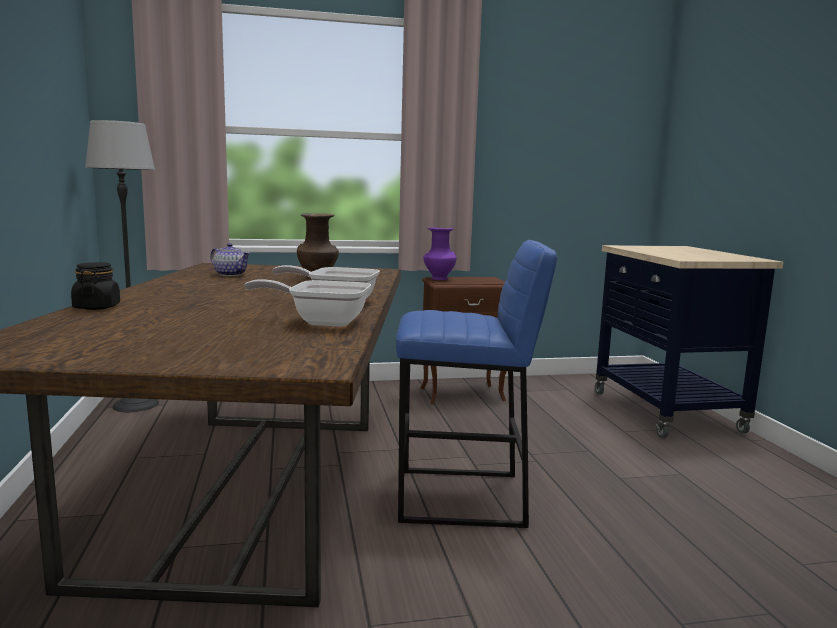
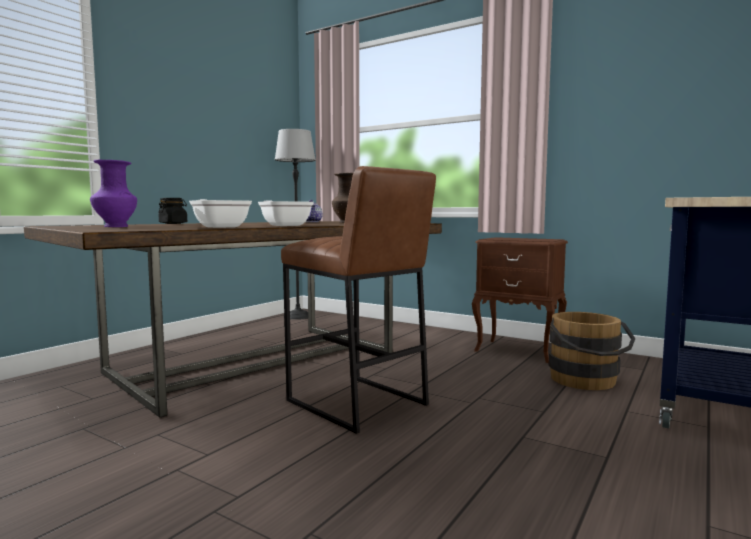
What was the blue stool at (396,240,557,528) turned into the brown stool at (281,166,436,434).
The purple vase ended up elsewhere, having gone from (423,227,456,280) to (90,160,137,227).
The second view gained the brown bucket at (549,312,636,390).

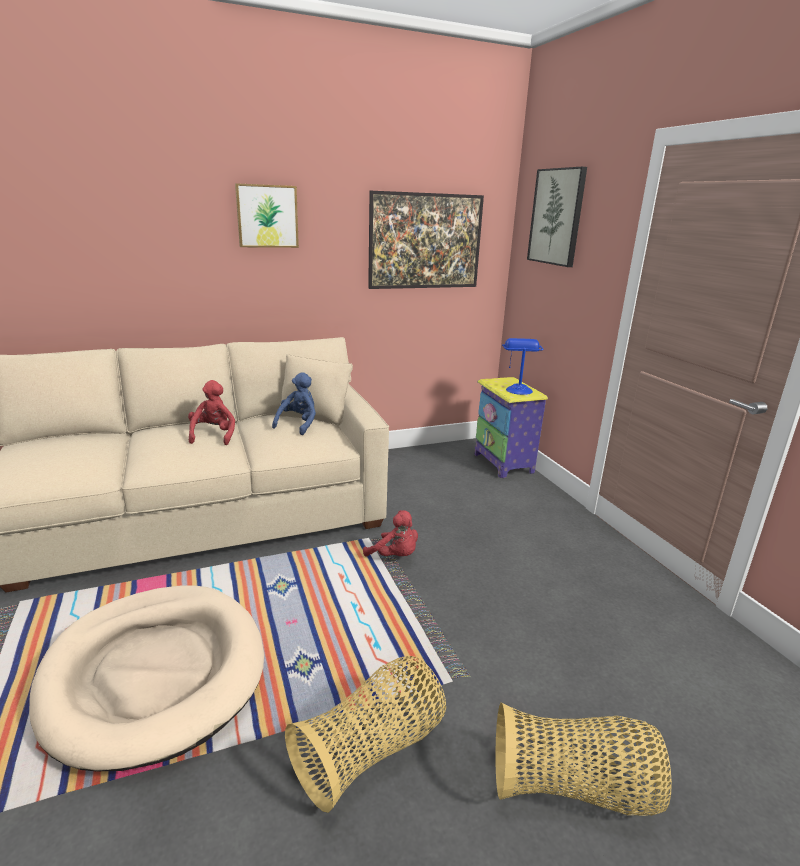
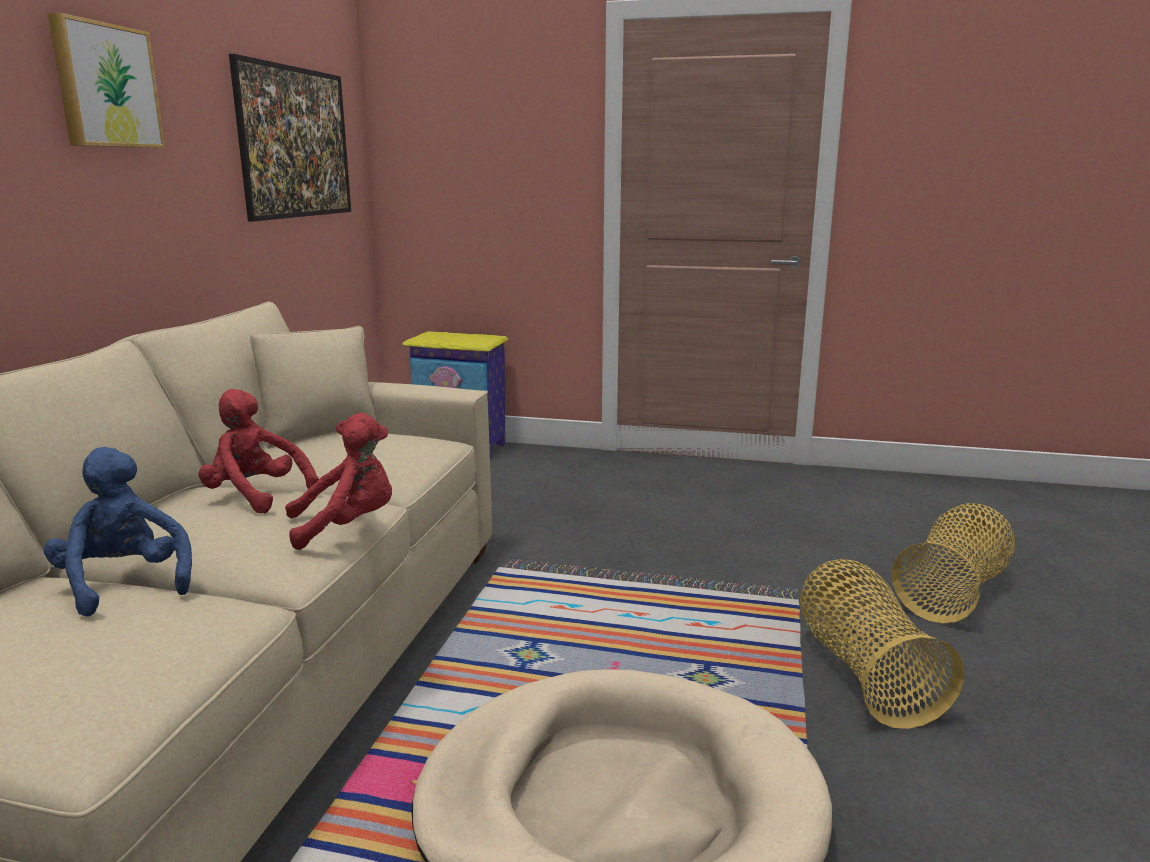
The blue plush toy ended up elsewhere, having gone from (272,372,316,435) to (44,447,192,617).
The red plush toy ended up elsewhere, having gone from (363,510,418,557) to (285,413,392,550).
The second view lost the blue table lamp at (502,338,544,395).
The second view lost the picture at (527,167,587,267).

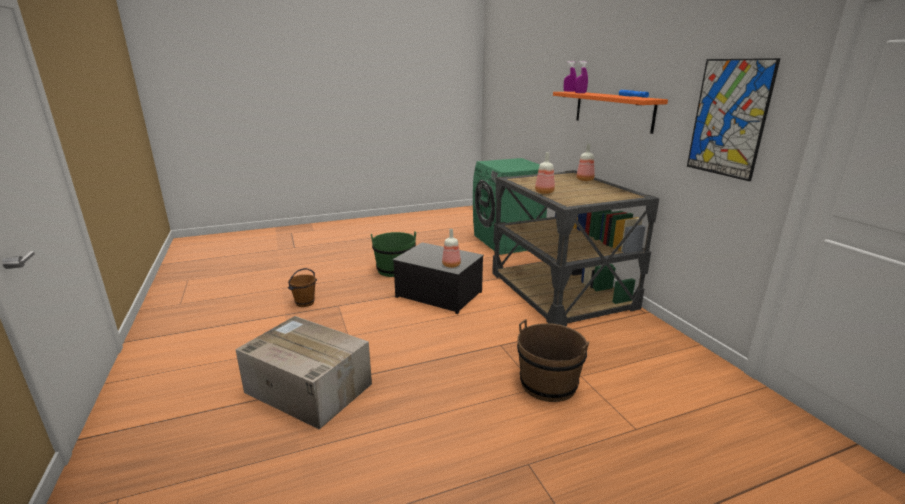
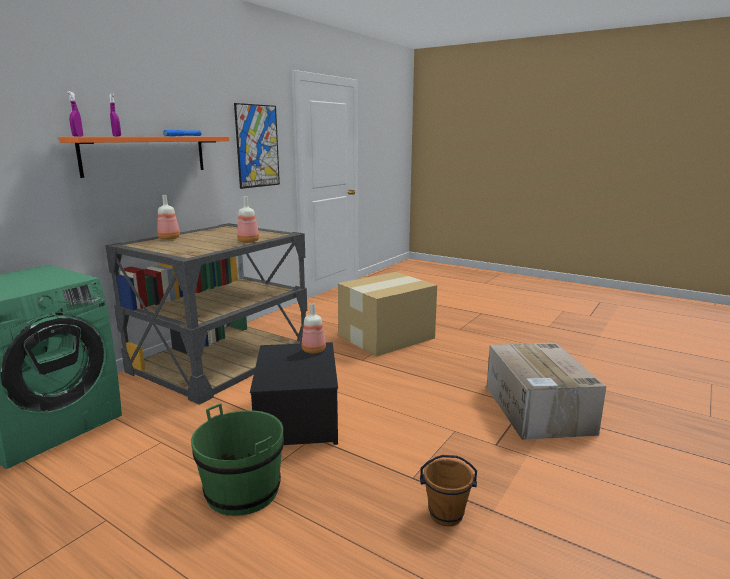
Where the brown bucket stood at (517,319,589,402), the cardboard box came to stand at (338,272,437,356).

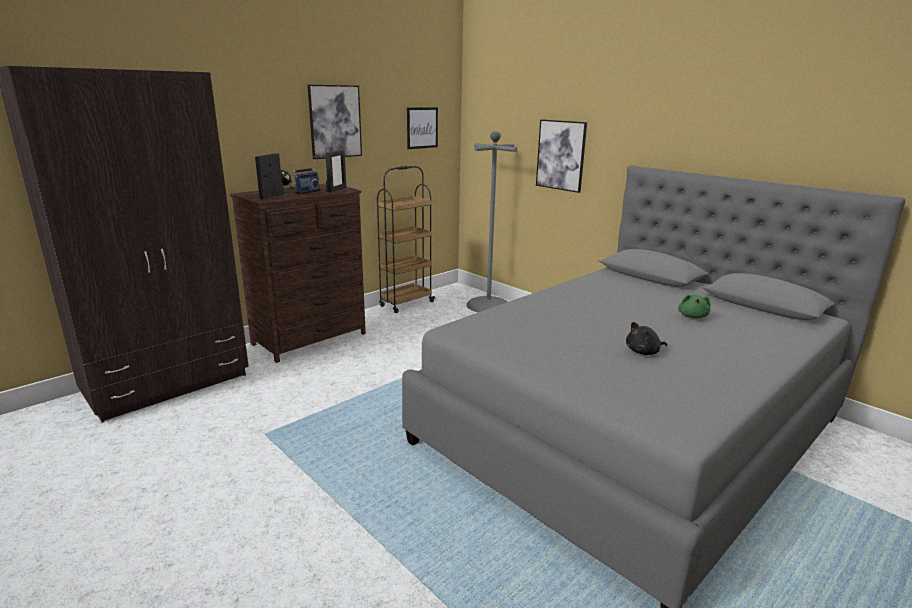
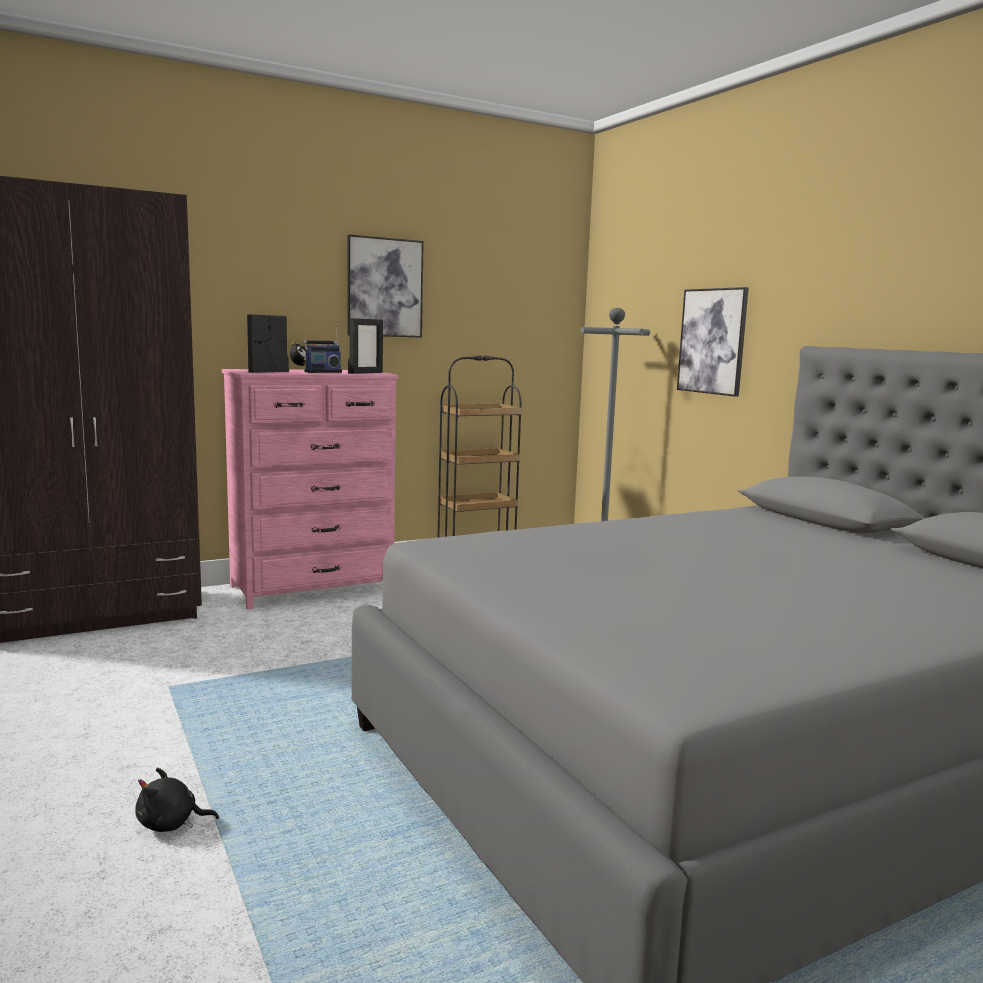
What was the brown dresser at (230,183,366,363) turned into the pink dresser at (222,369,398,610).
The second view lost the picture at (407,107,438,149).
The black plush toy ended up elsewhere, having gone from (626,322,667,355) to (135,768,219,832).
The second view lost the green plush toy at (678,294,710,319).

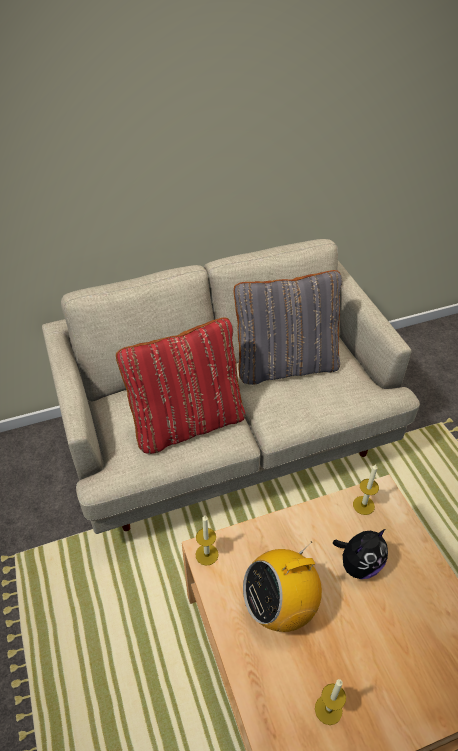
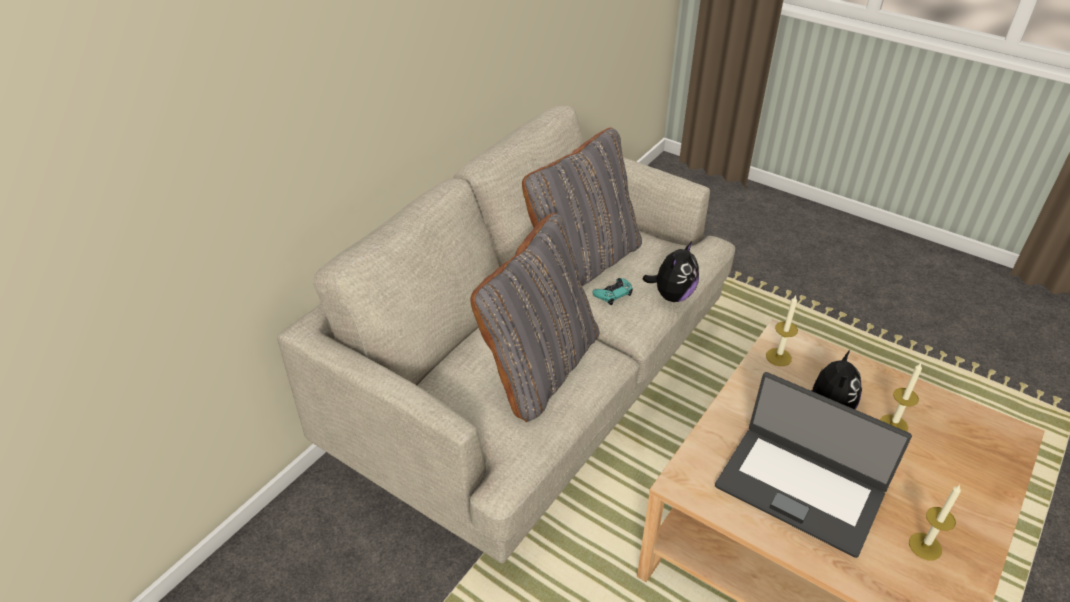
What was the red pillow at (116,317,245,454) turned into the grey pillow at (470,213,599,422).
The candle ended up elsewhere, having gone from (195,516,219,566) to (880,363,922,432).
Where the radio stood at (243,541,322,632), the laptop came to stand at (715,372,912,558).
The second view gained the turquoise game controller at (592,278,633,305).
The second view gained the plush toy at (643,241,699,302).

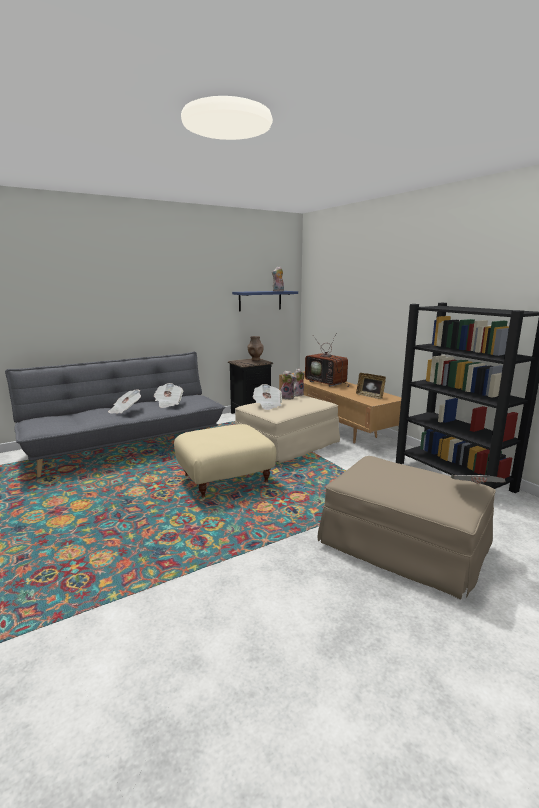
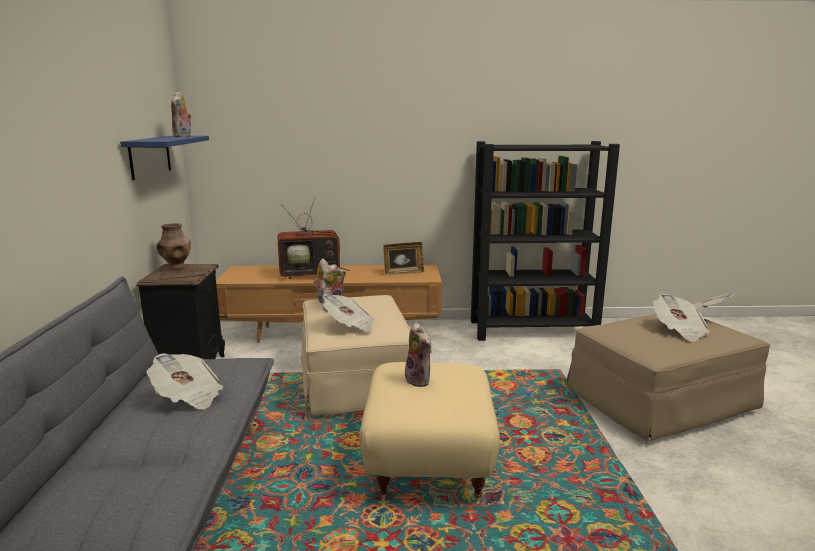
The newspaper ended up elsewhere, having gone from (108,389,141,414) to (653,293,710,342).
The second view gained the plush toy at (404,322,432,387).

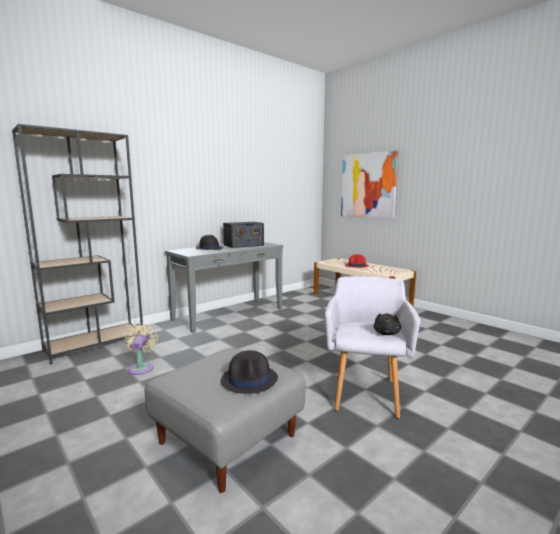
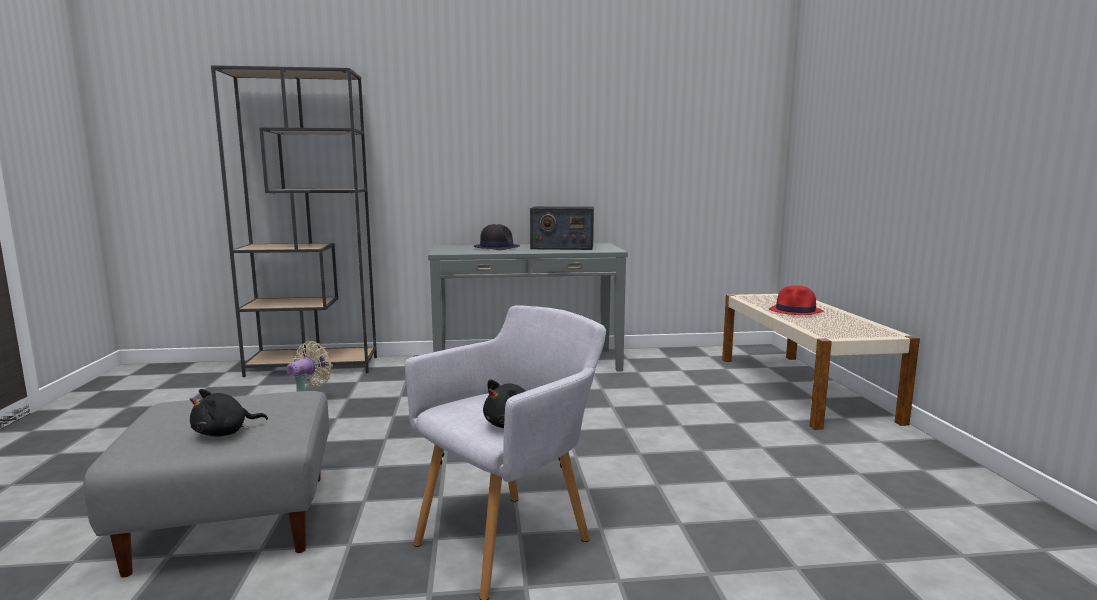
Where the black hat stood at (220,350,278,394), the black plush toy came to stand at (189,389,268,437).
The second view lost the picture at (341,150,398,219).

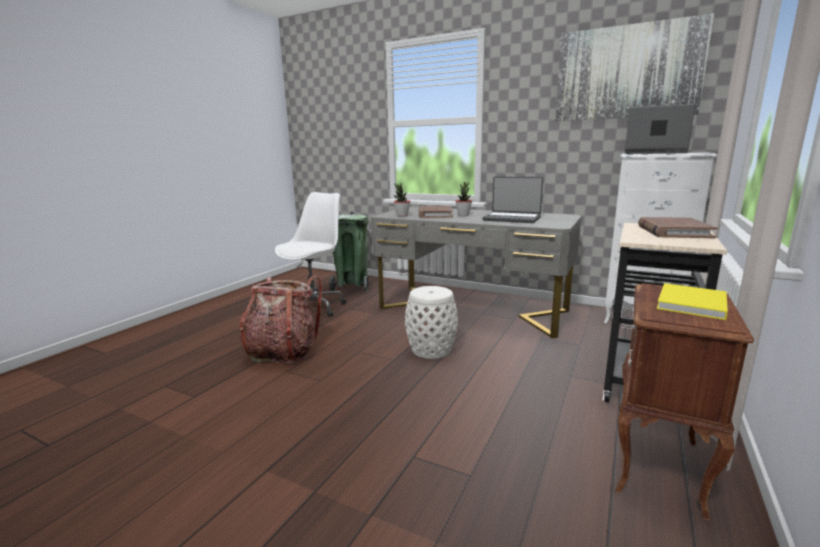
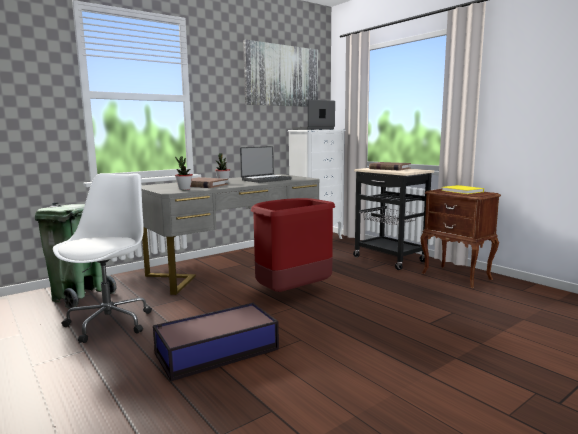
Where the backpack stood at (240,275,322,364), the storage box came to stand at (153,303,279,381).
The white office chair at (275,192,347,317) ended up facing another way, 45 degrees clockwise from before.
Where the white stool stood at (405,286,458,359), the red trash can came to stand at (251,198,335,292).

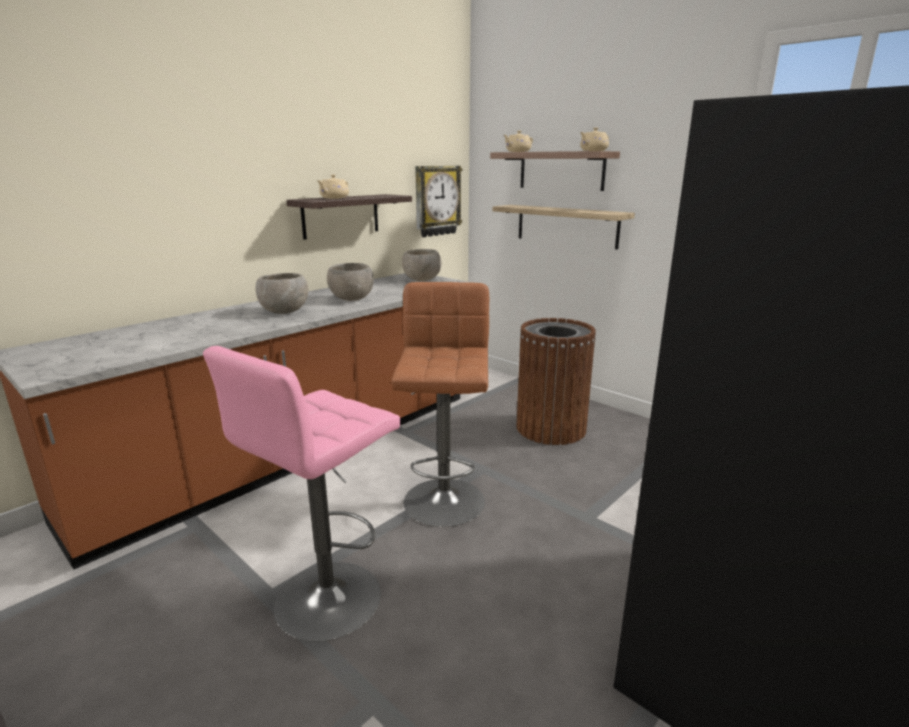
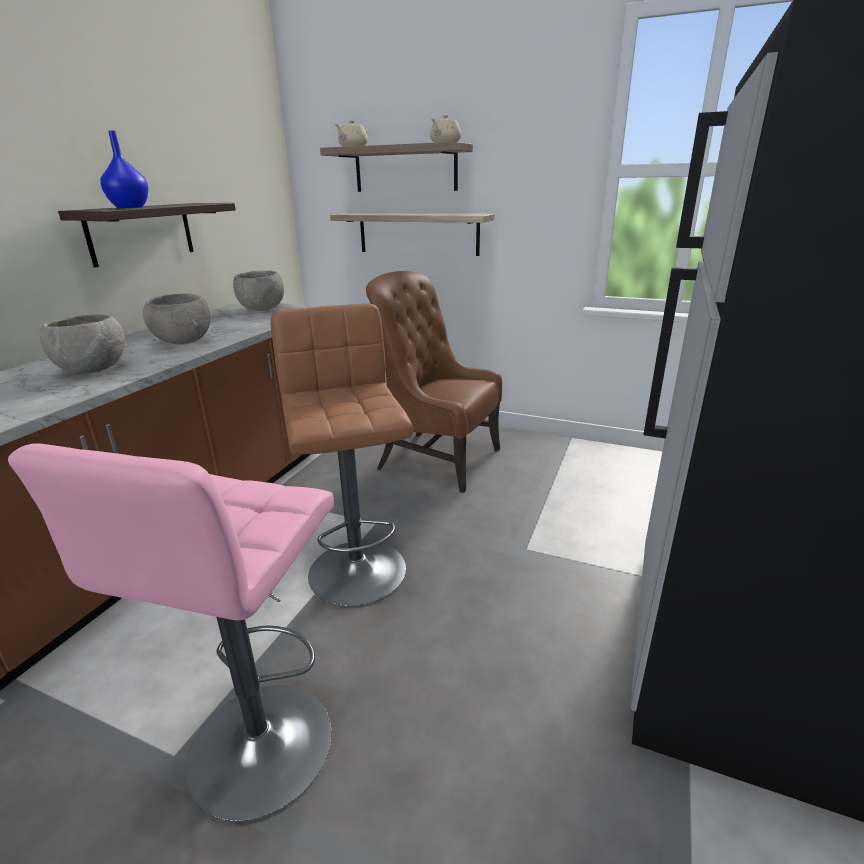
Where the beige teapot stood at (317,175,349,199), the blue vase came to stand at (100,130,149,208).
The second view lost the wall clock at (415,166,463,237).
Where the brown trash can stood at (517,318,596,445), the brown chair came to stand at (366,271,502,493).

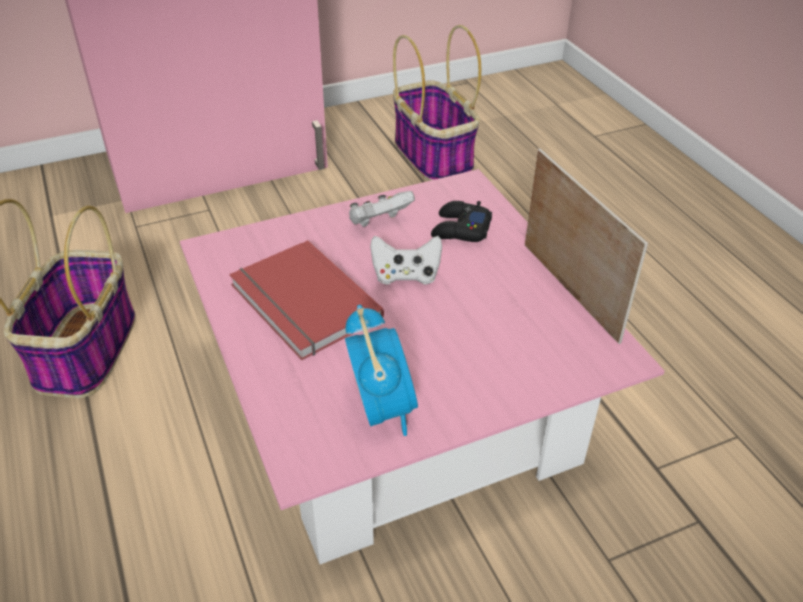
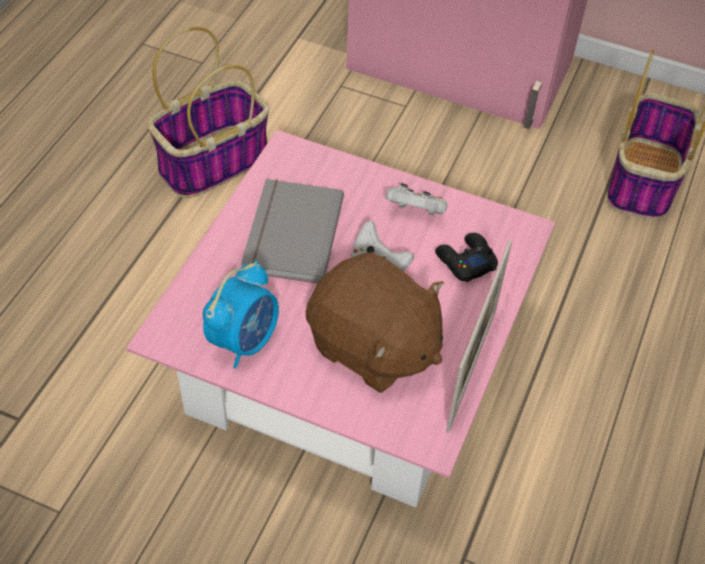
What was the red book at (229,240,384,360) turned into the grey book at (241,179,344,283).
The second view gained the brown plush toy at (306,253,444,393).

